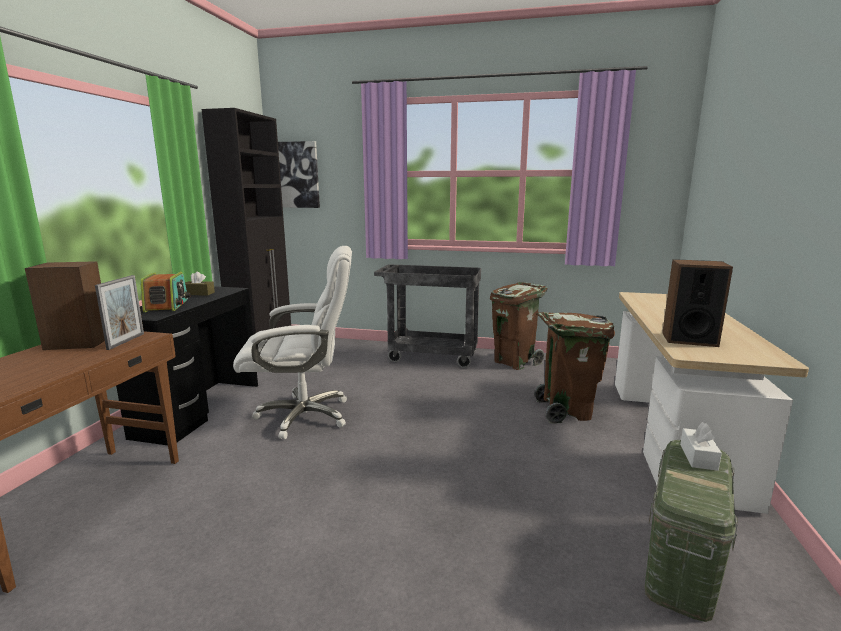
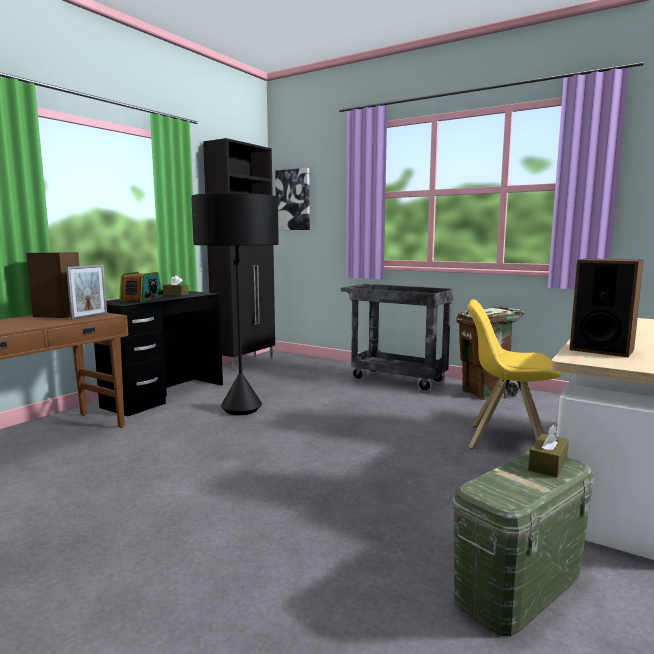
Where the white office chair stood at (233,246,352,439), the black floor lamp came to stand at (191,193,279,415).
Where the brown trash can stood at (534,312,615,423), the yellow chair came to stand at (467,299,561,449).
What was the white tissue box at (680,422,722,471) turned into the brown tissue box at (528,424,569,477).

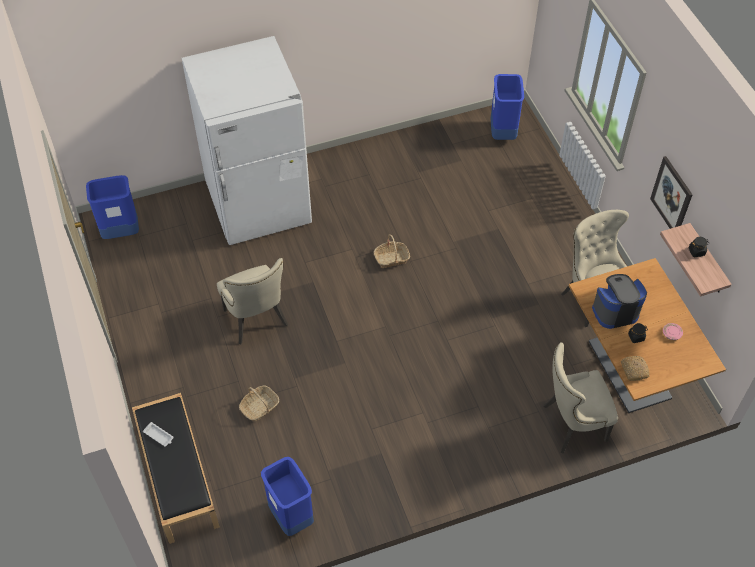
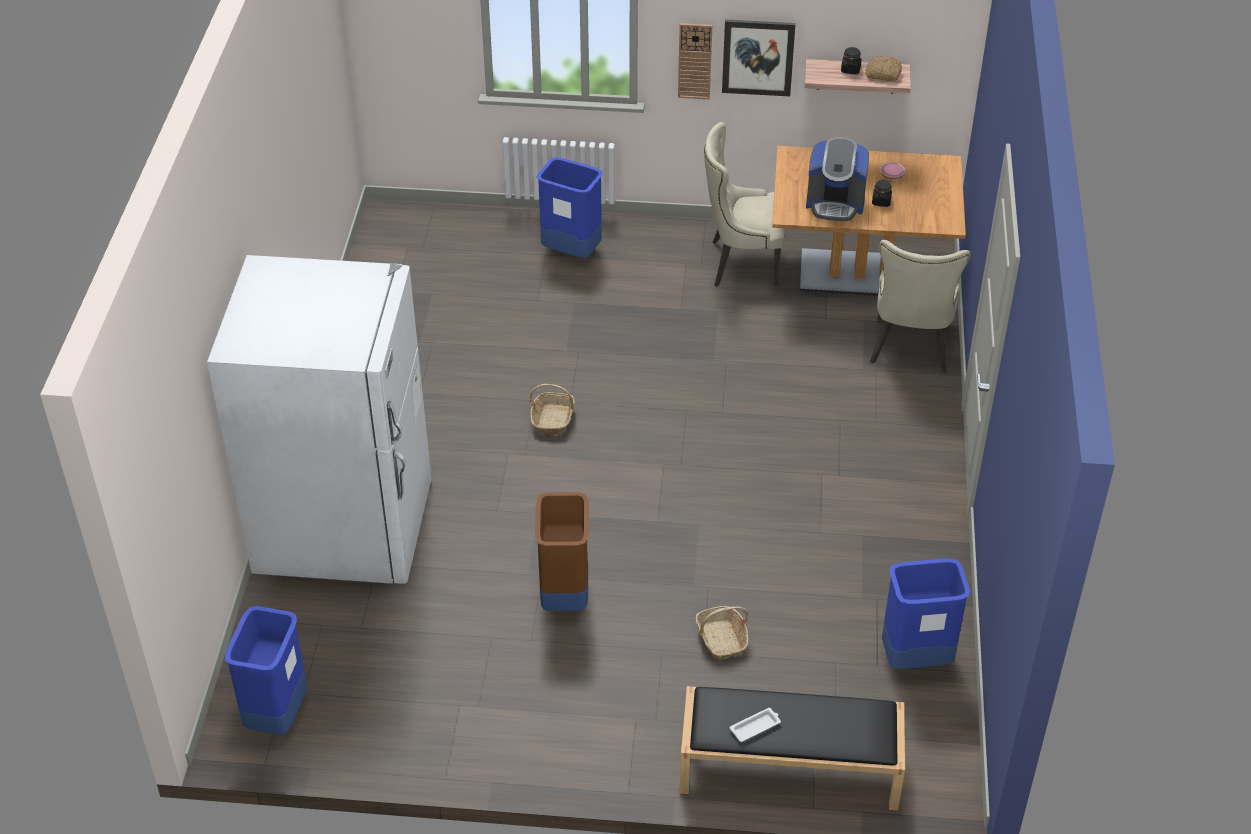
Where the beige chair stood at (217,258,288,344), the brown trash can came to stand at (535,492,589,611).
The blue trash can ended up elsewhere, having gone from (491,74,524,140) to (537,157,603,258).
The coffee machine at (592,274,647,329) ended up facing another way, 90 degrees counterclockwise from before.
The bread ended up elsewhere, having gone from (621,356,649,381) to (865,56,902,81).
The second view gained the wall clock at (678,23,712,99).

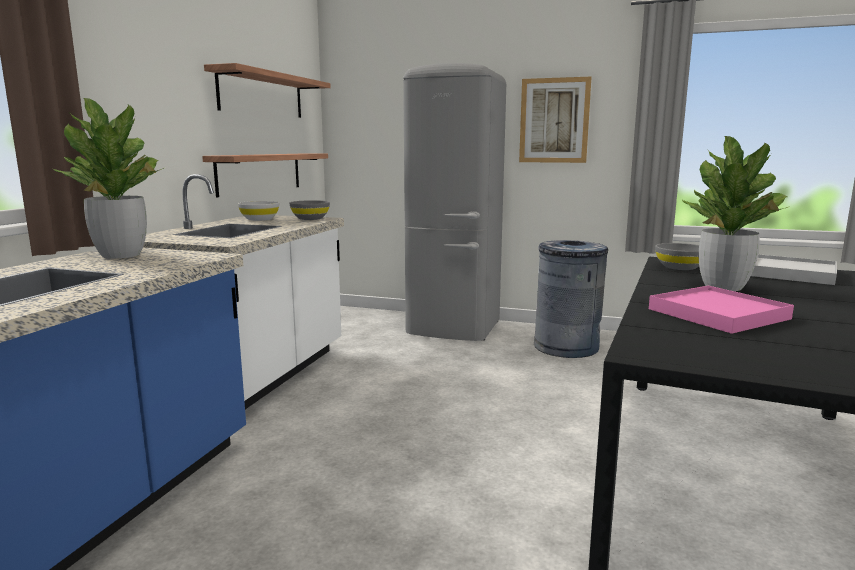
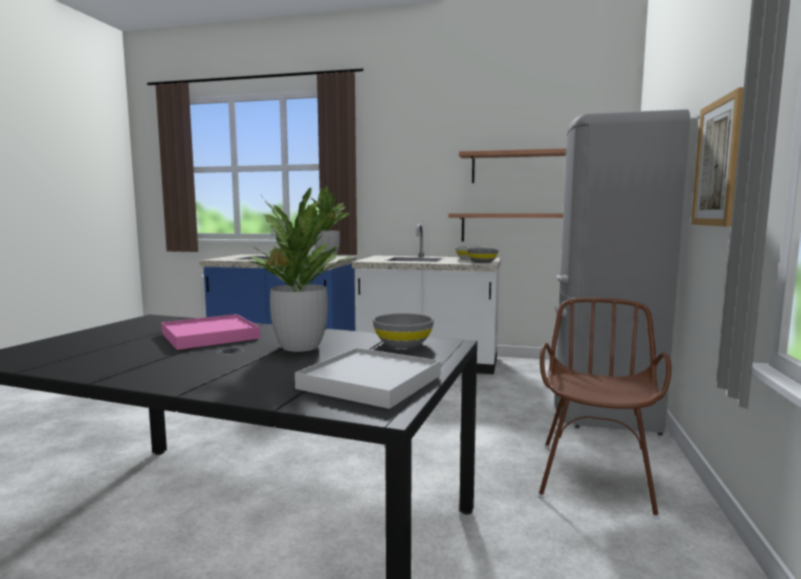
Where the grey trash can stood at (534,240,608,358), the brown chair came to stand at (537,297,671,519).

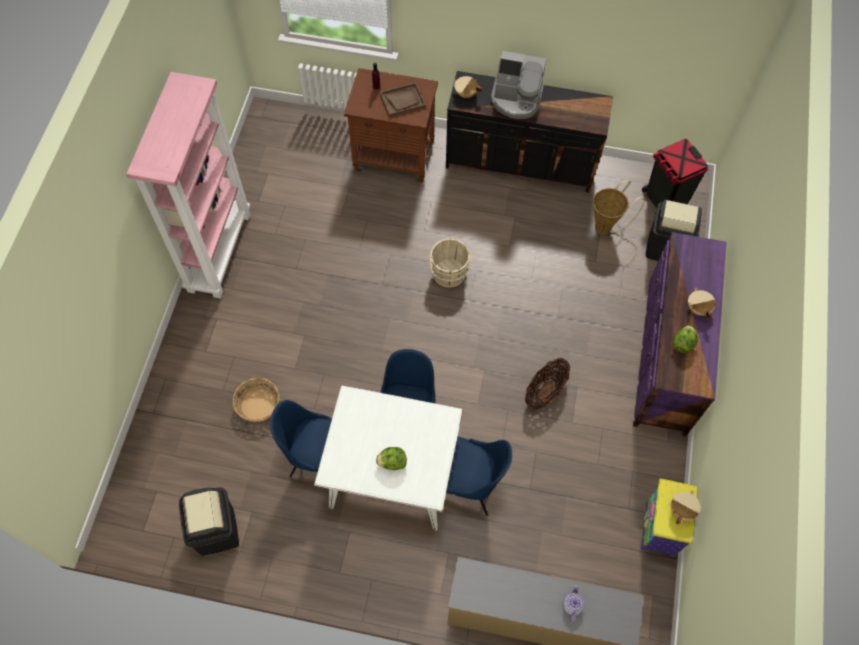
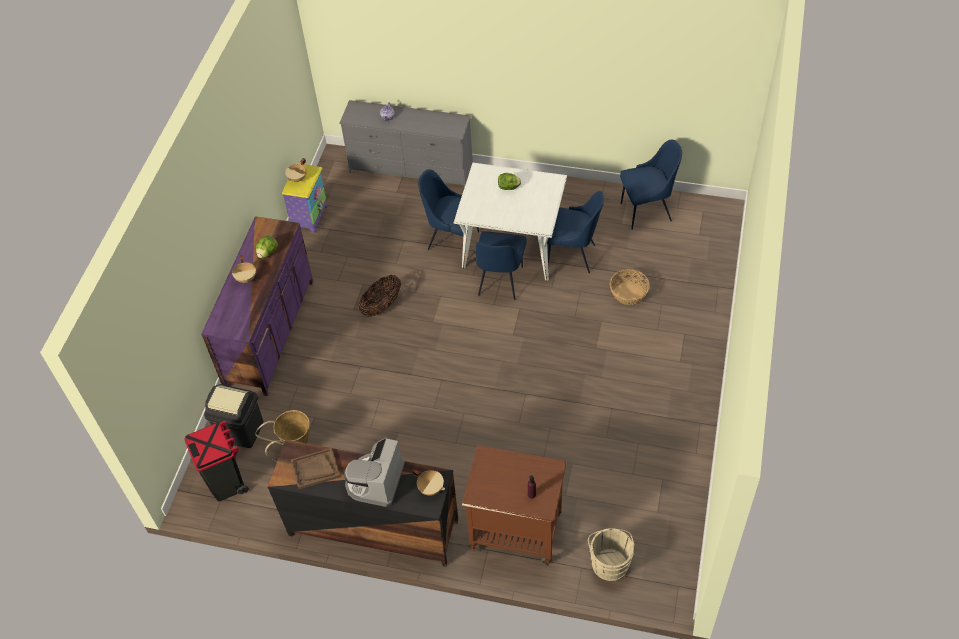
The second view lost the pink bookcase at (126,72,251,298).
Where the black trash can stood at (179,487,239,556), the blue chair came to stand at (620,139,682,230).
The brown tray ended up elsewhere, having gone from (380,82,426,117) to (291,448,340,489).
The beige bucket ended up elsewhere, having gone from (429,239,472,288) to (588,528,634,581).
The coffee machine at (491,51,546,119) ended up facing another way, 90 degrees counterclockwise from before.

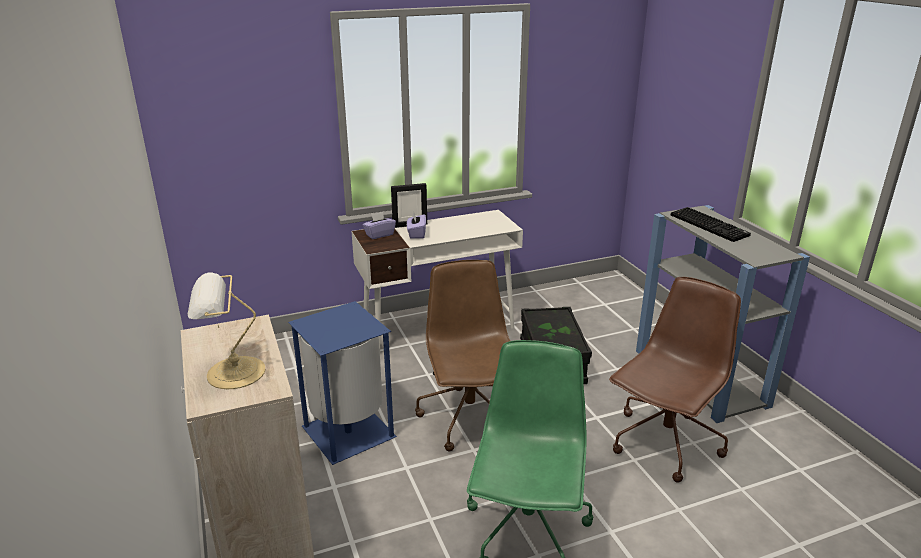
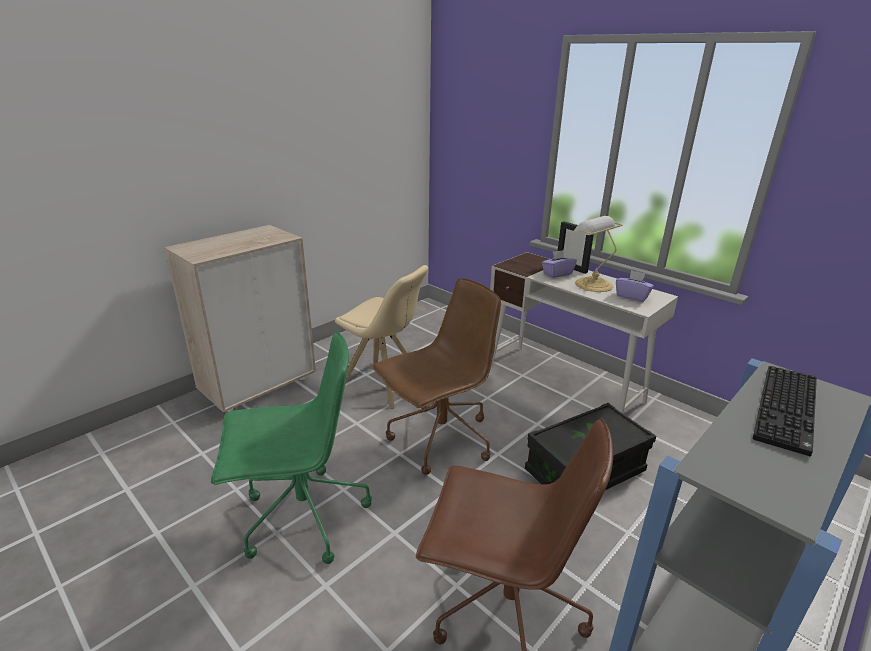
The table lamp ended up elsewhere, having gone from (188,272,266,389) to (574,216,623,292).
Where the blue trash can stood at (288,301,397,465), the beige chair came to stand at (335,265,428,409).
The purple tissue box ended up elsewhere, having gone from (363,212,396,239) to (616,270,654,302).

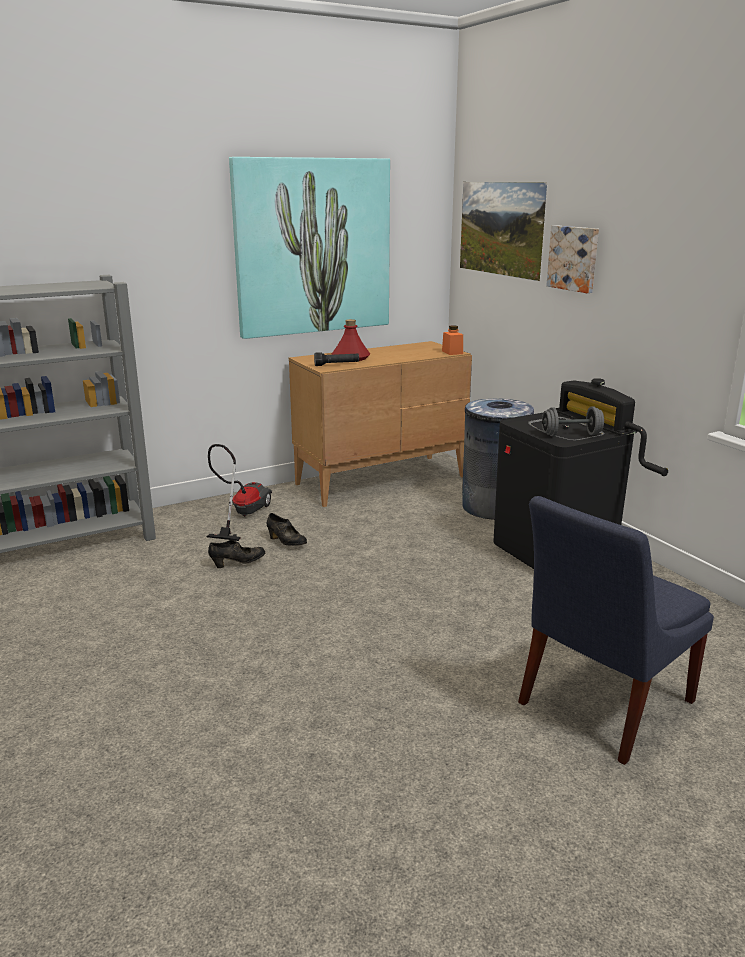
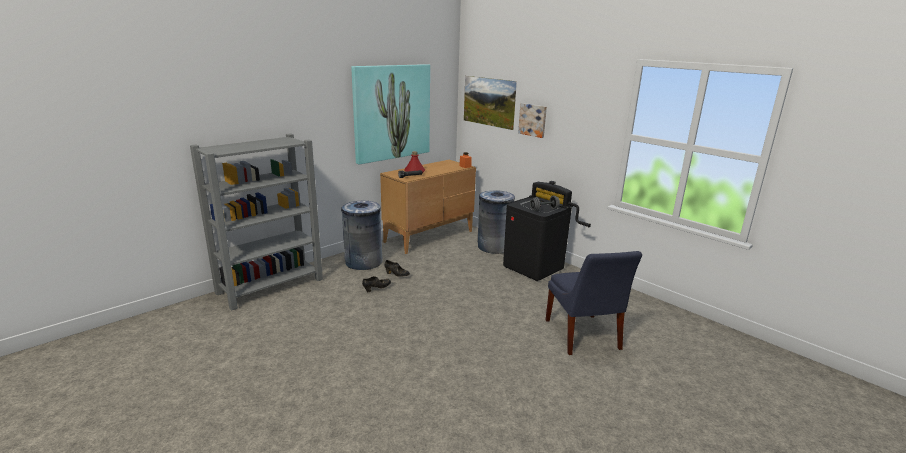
Where the vacuum cleaner stood at (207,444,272,541), the grey trash can came to stand at (341,201,383,270).
The blue chair at (518,496,714,765) ended up facing another way, 45 degrees counterclockwise from before.

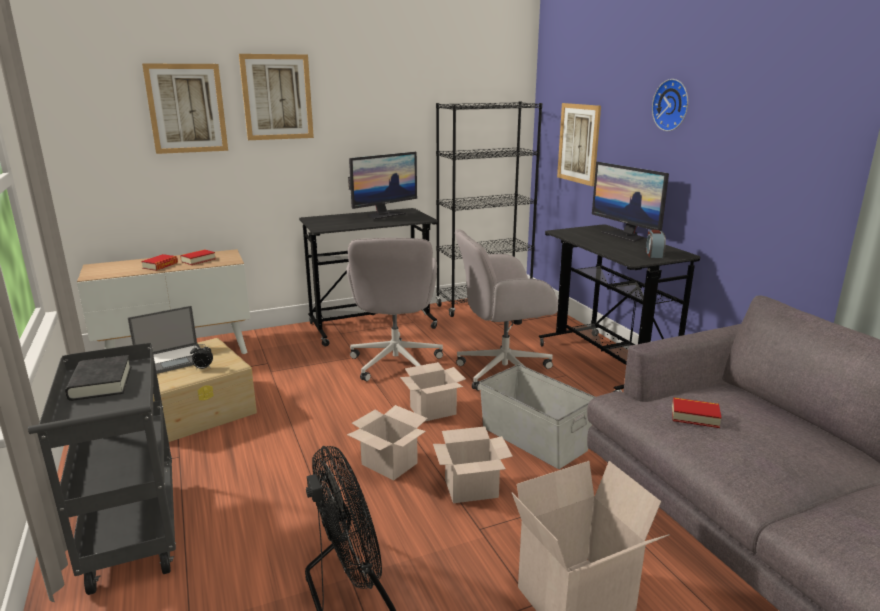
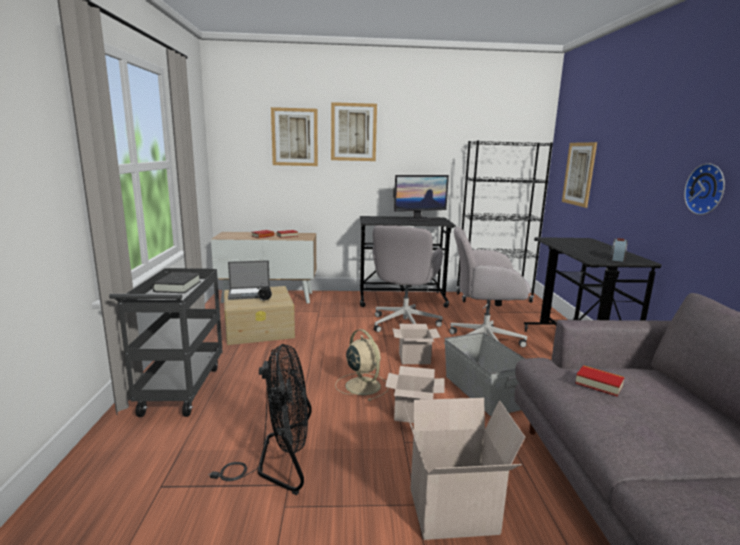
Where the cardboard box stood at (347,405,428,481), the beige fan came to stand at (335,329,388,401).
The second view lost the monitor at (592,162,669,242).
The wall clock ended up elsewhere, having gone from (652,79,688,131) to (684,163,725,215).

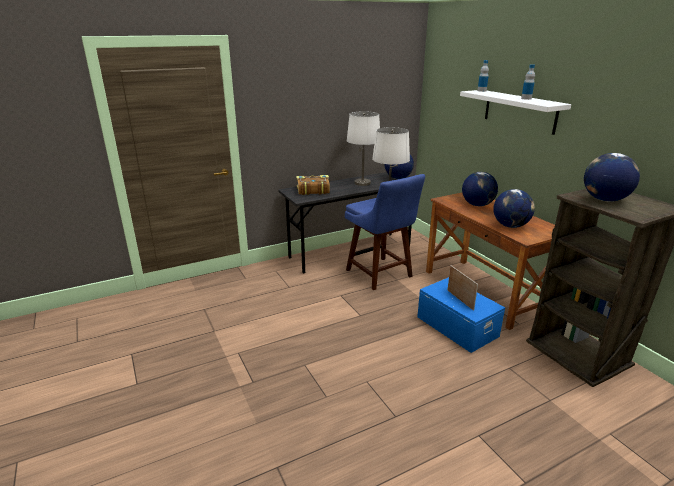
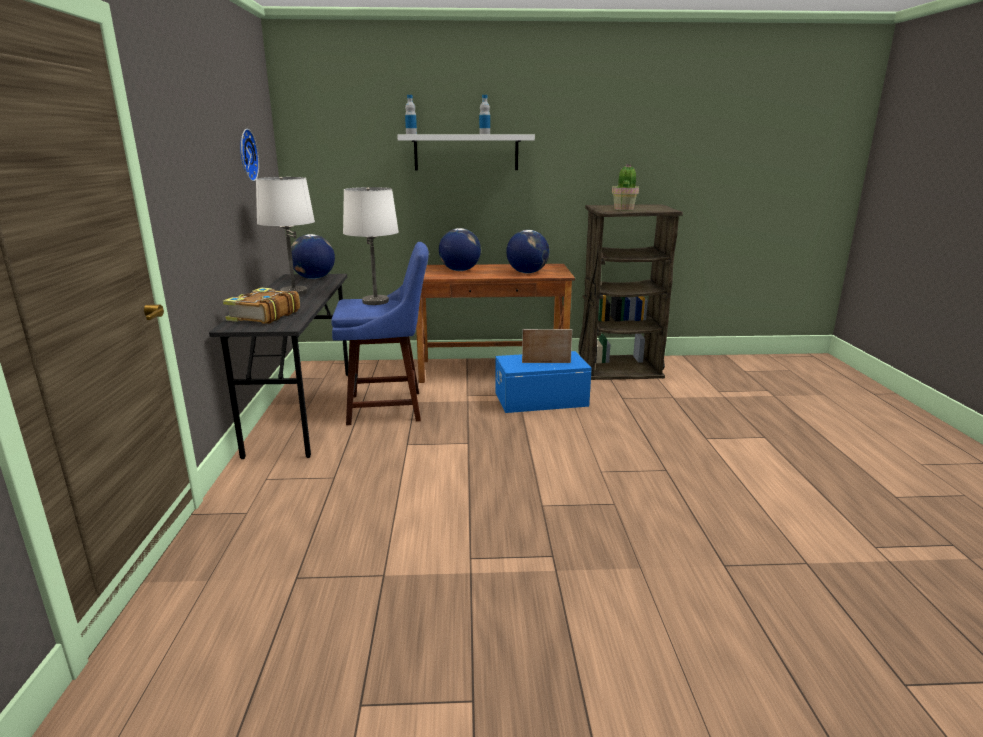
Where the globe stood at (584,153,640,202), the potted plant came to stand at (612,164,639,210).
The second view gained the wall clock at (240,129,259,181).

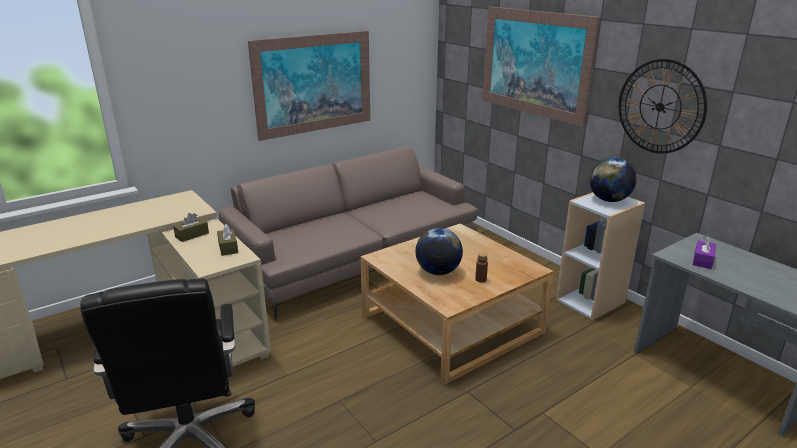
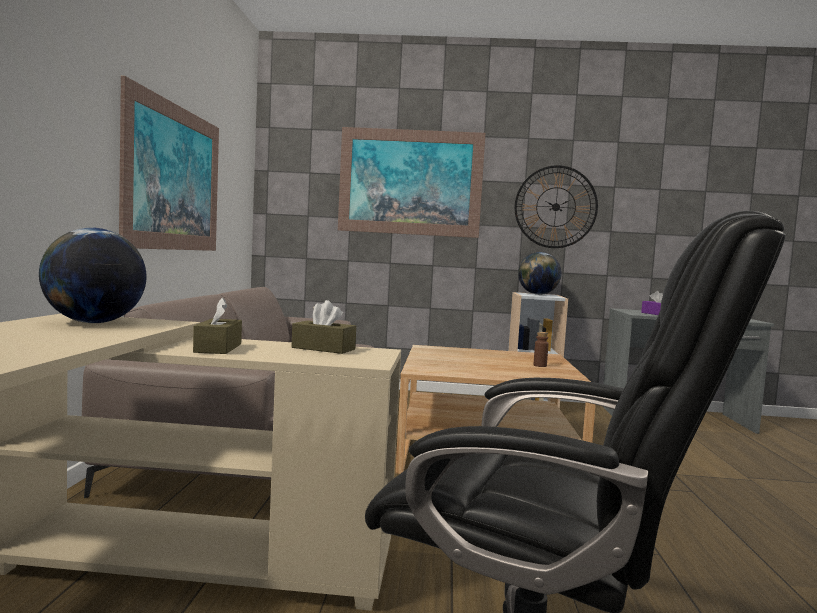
The globe ended up elsewhere, having gone from (416,228,463,275) to (39,228,146,323).

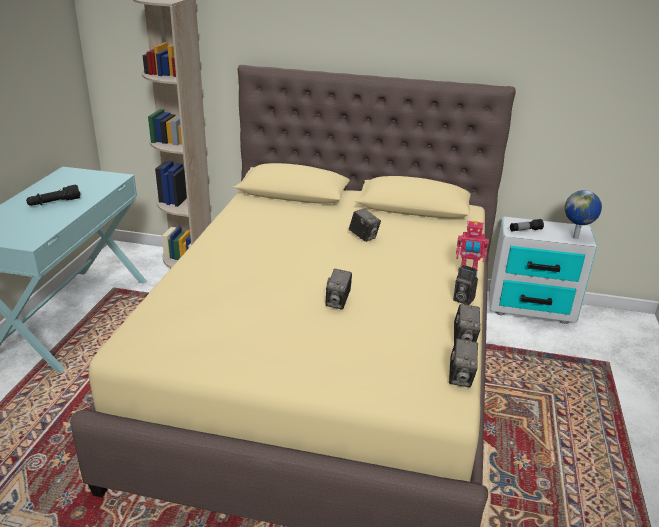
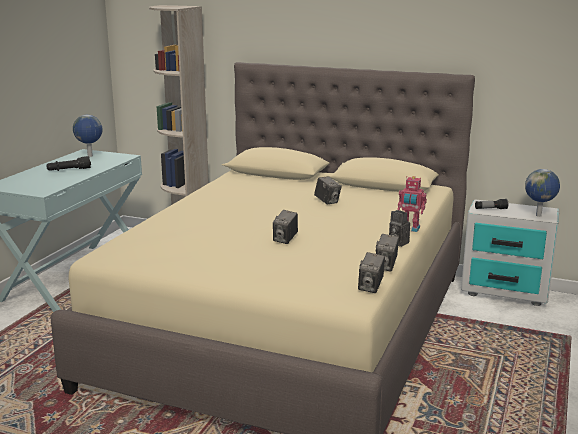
The second view gained the globe at (73,115,102,157).

